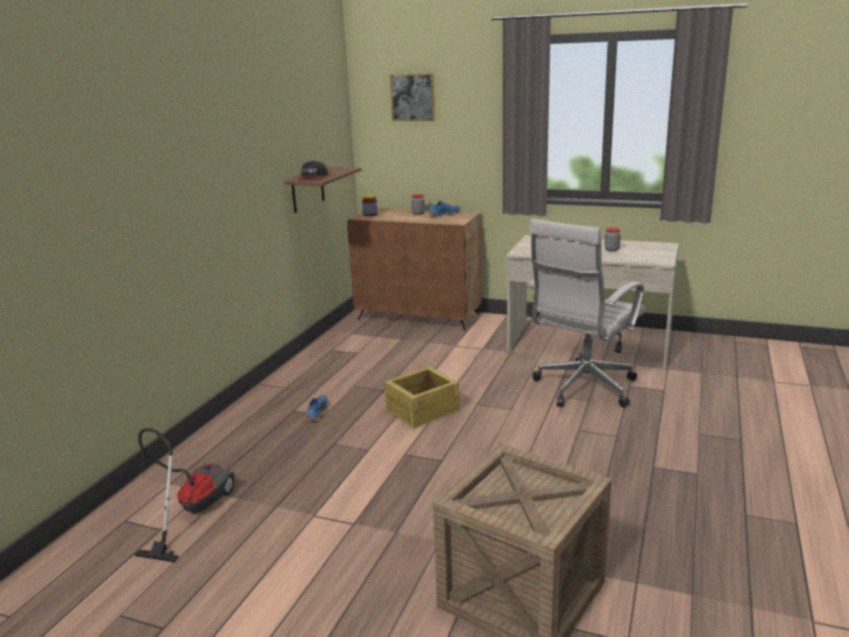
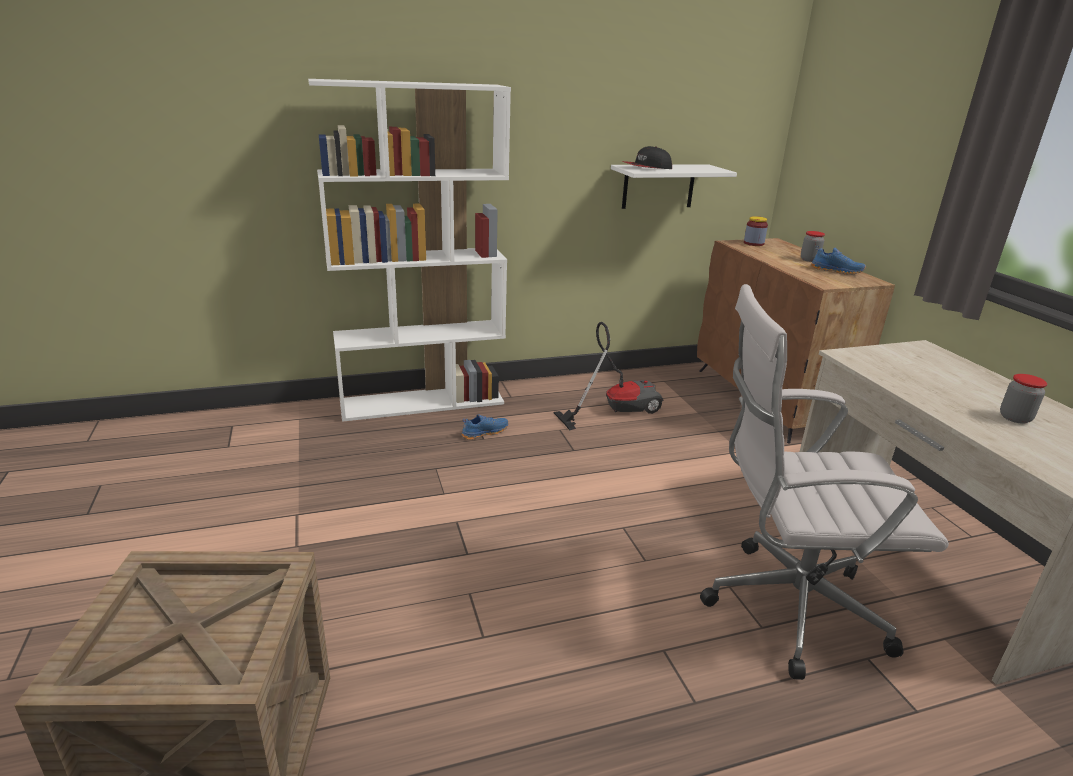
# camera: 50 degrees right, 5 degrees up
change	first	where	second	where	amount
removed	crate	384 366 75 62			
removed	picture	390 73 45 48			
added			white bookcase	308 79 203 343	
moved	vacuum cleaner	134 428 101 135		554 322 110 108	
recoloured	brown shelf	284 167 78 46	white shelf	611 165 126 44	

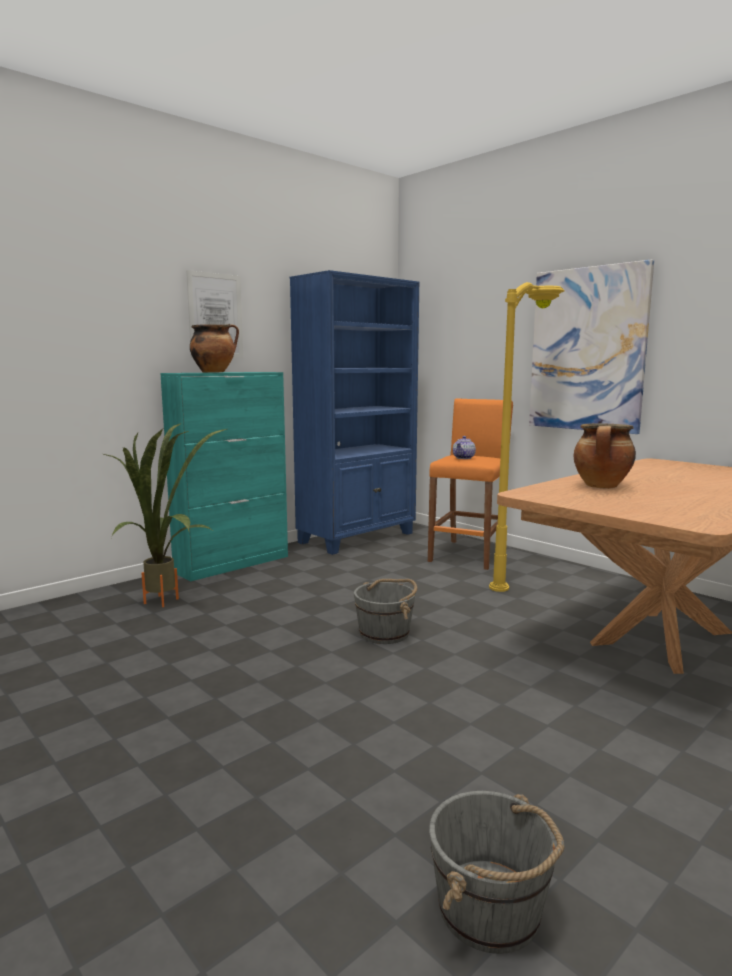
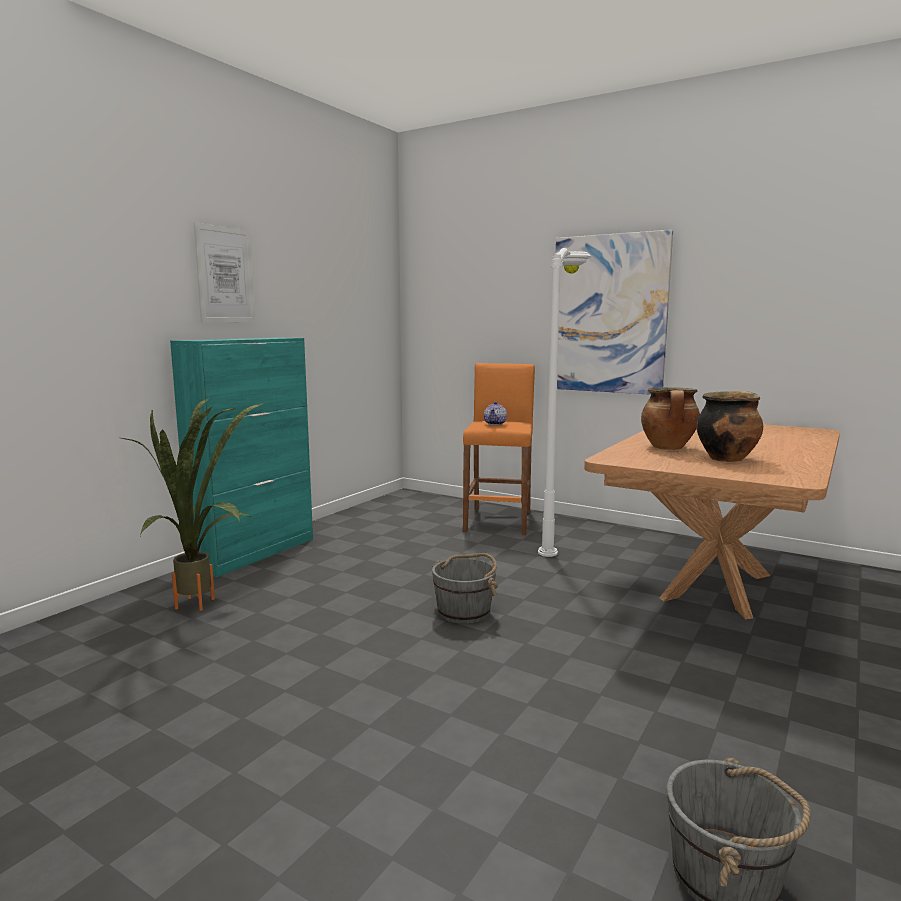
# camera: 15 degrees left, 0 degrees up
change	first	where	second	where	amount
removed	blue bookcase	290 270 129 285			
moved	cooking pot	190 324 49 48		697 391 66 71	
recoloured	yellow floor lamp	489 282 76 310	white floor lamp	538 248 54 309	

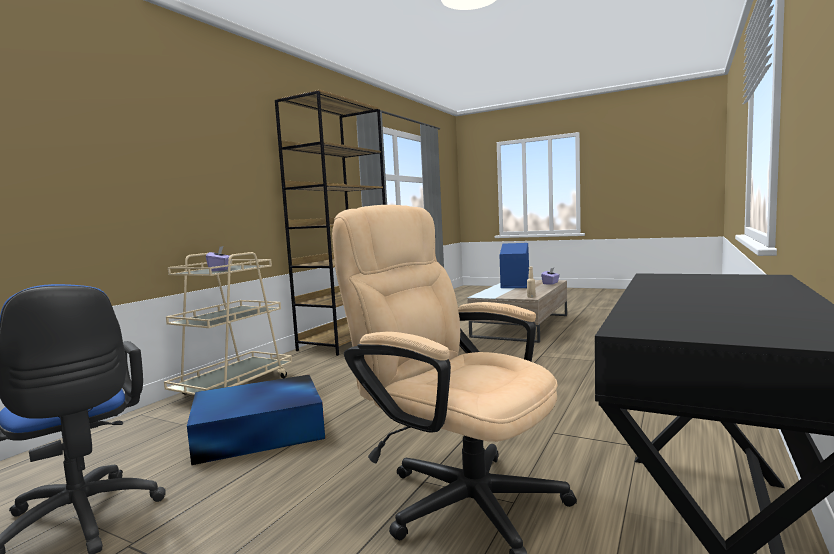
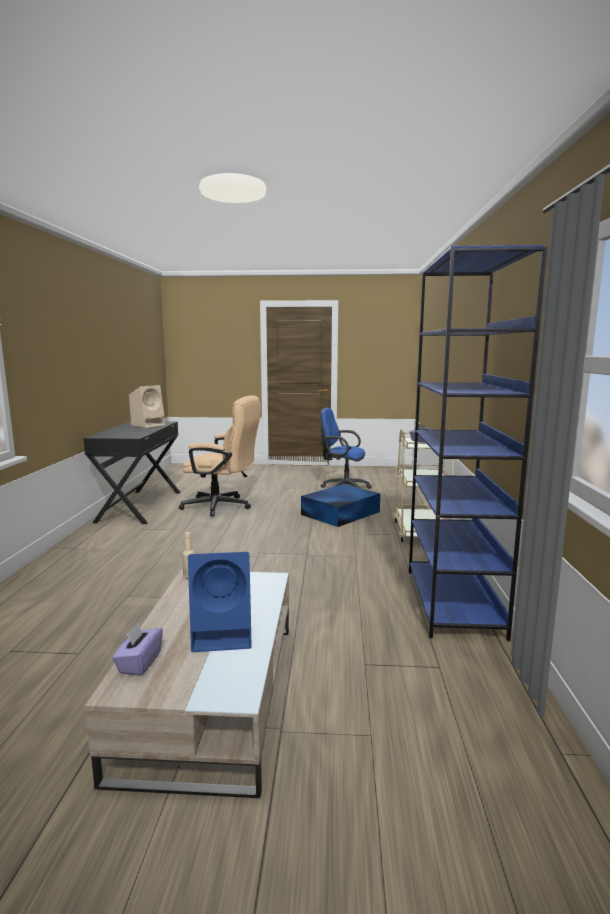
# camera: 155 degrees right, 5 degrees up
change	first	where	second	where	amount
added			beige speaker	129 385 37 43	
recoloured	brown bookcase	275 90 111 266	blue bookcase	409 245 138 396	

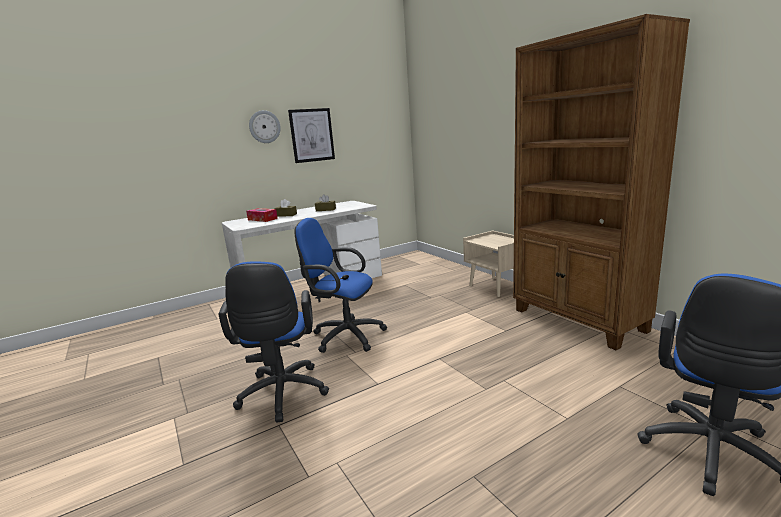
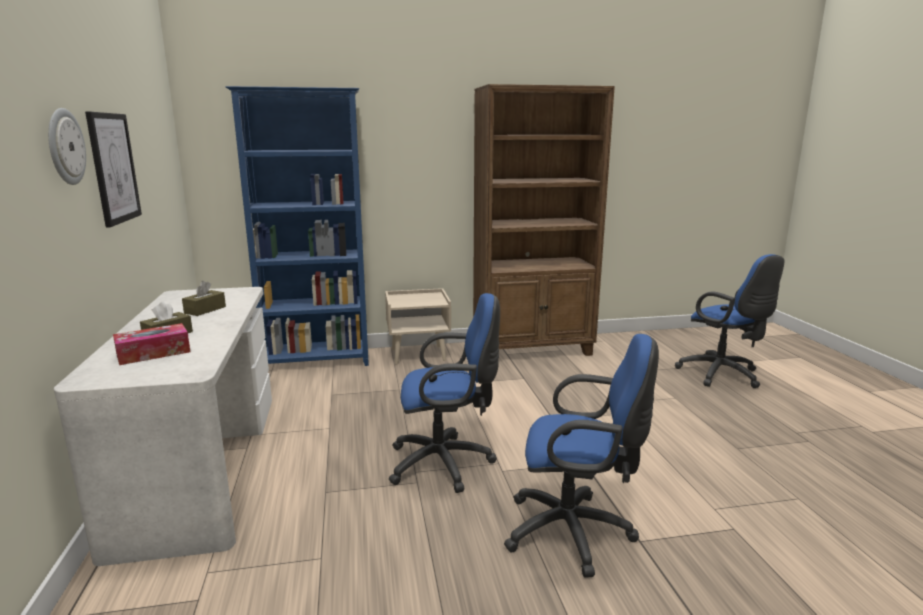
# camera: 70 degrees left, 0 degrees up
change	first	where	second	where	amount
added			blue bookcase	225 86 144 280	
turned	blue office chair	294 218 93 135		389 293 111 200	135 degrees counterclockwise

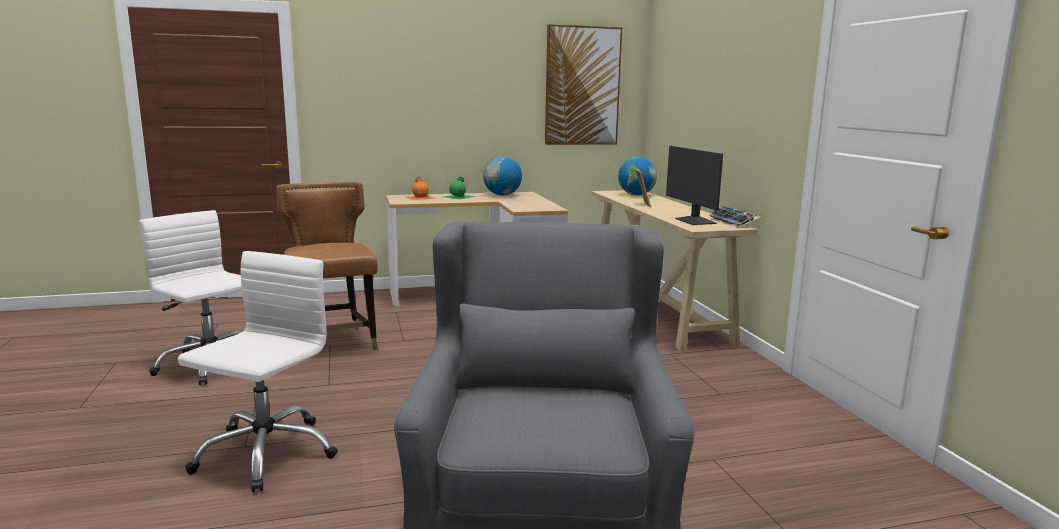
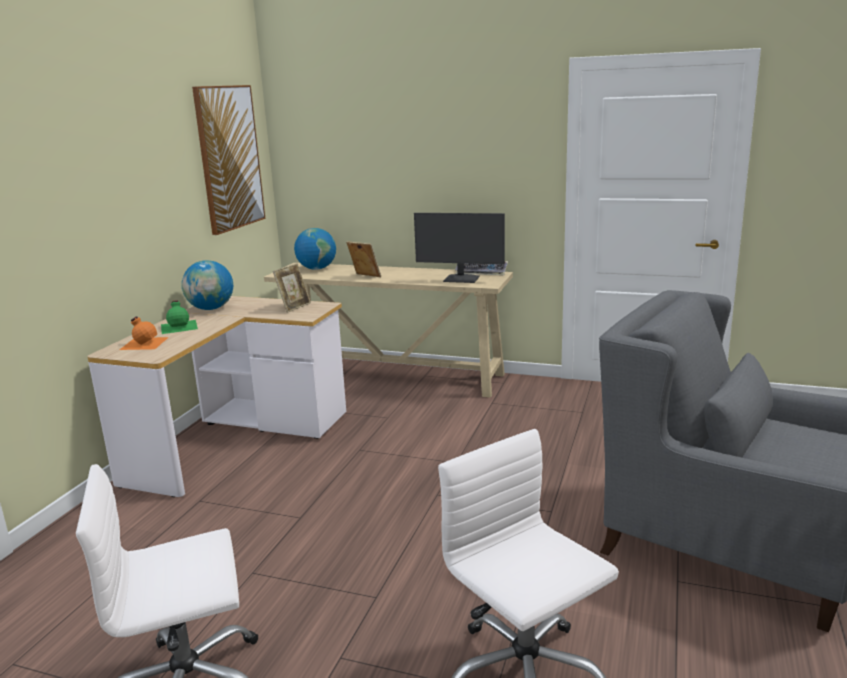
# camera: 55 degrees left, 5 degrees up
change	first	where	second	where	amount
removed	brown chair	277 182 101 168			
added			picture frame	273 263 38 50	

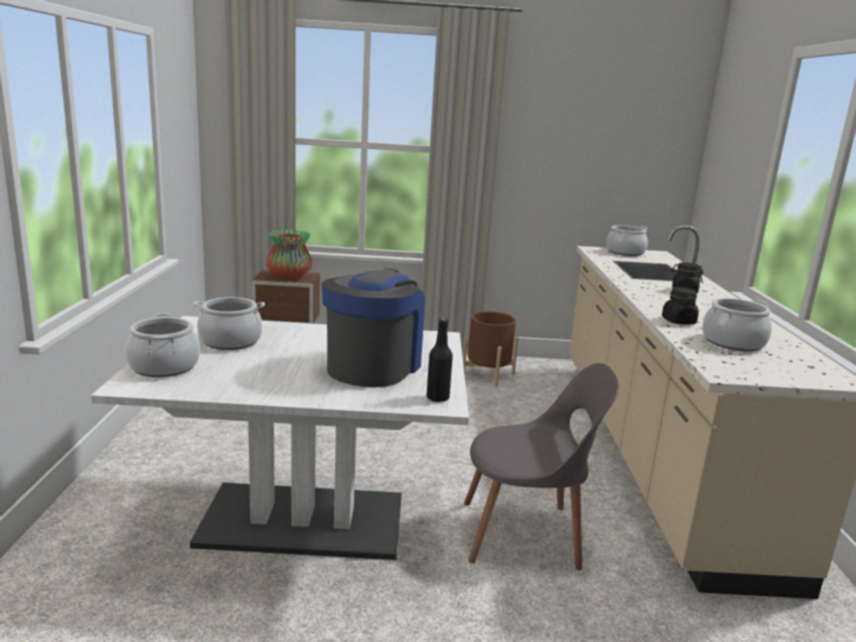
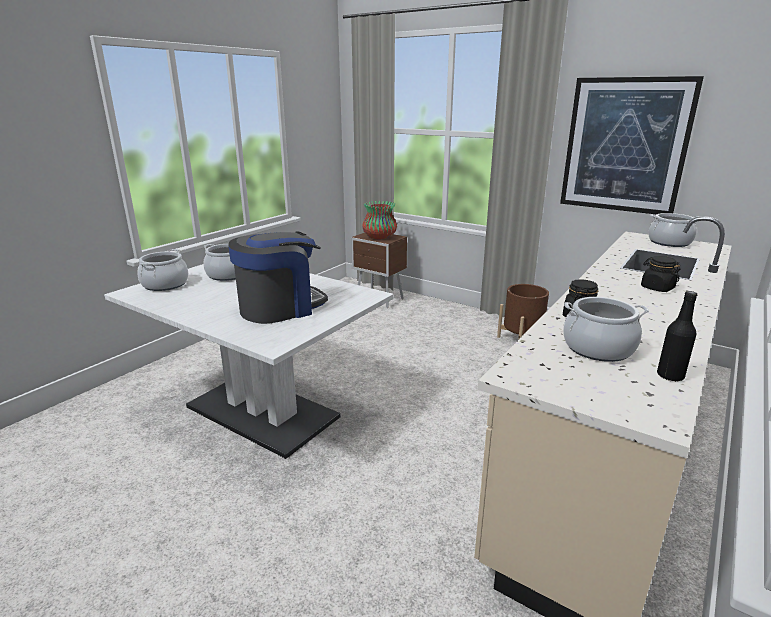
# camera: 35 degrees right, 5 degrees up
change	first	where	second	where	amount
removed	grey chair	464 363 155 207			
added			picture	560 76 144 139	
moved	black bottle	427 318 26 84		657 291 40 91	

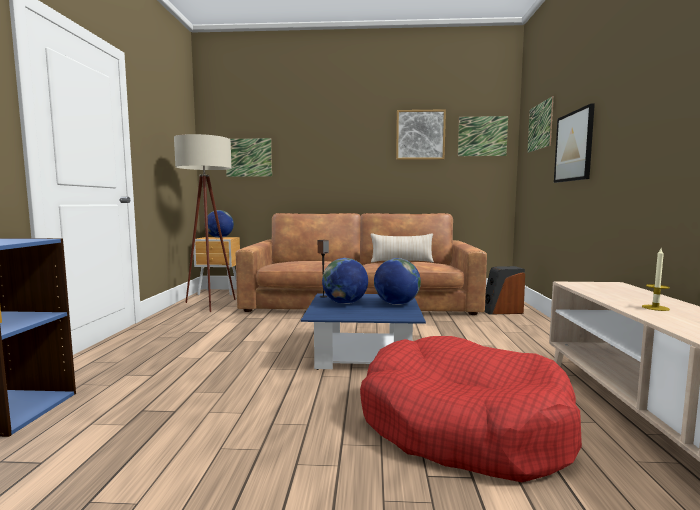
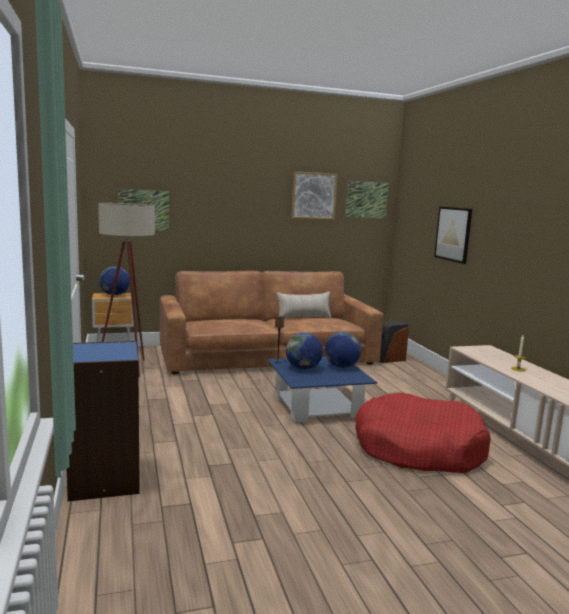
# camera: 20 degrees left, 5 degrees up
change	first	where	second	where	amount
removed	picture	527 96 27 57			

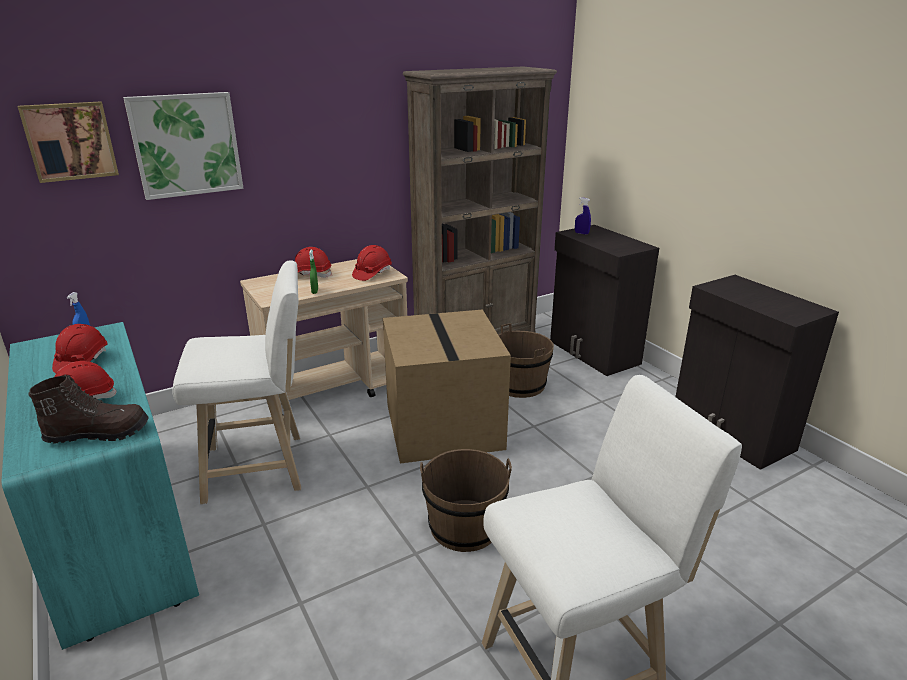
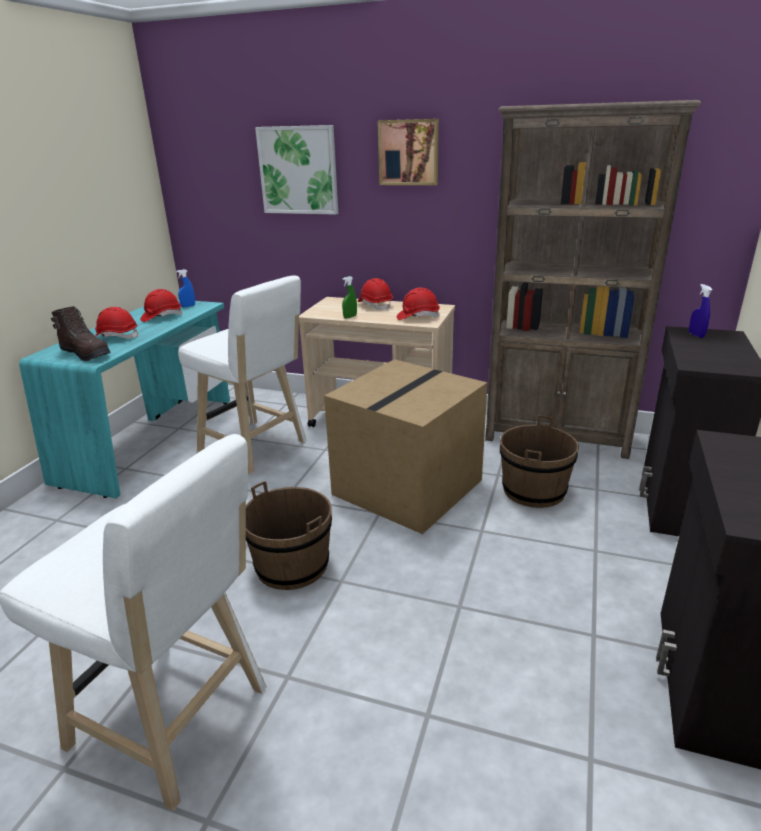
# camera: 50 degrees right, 0 degrees up
change	first	where	second	where	amount
moved	picture	18 101 101 82		378 119 61 66	

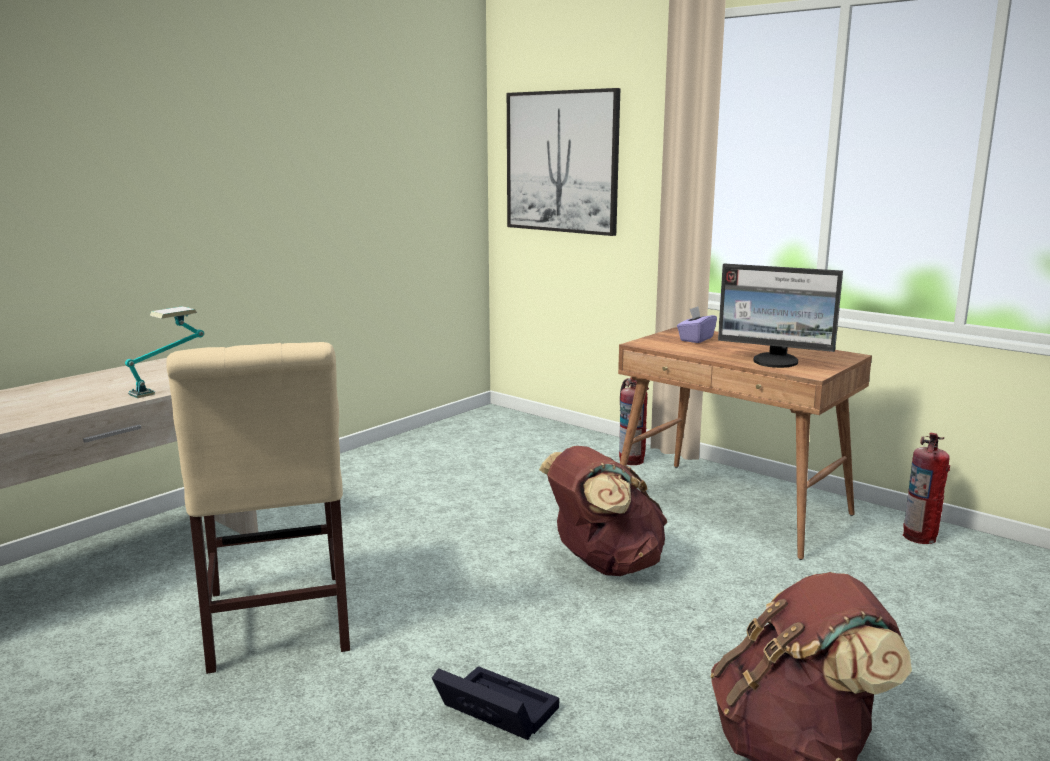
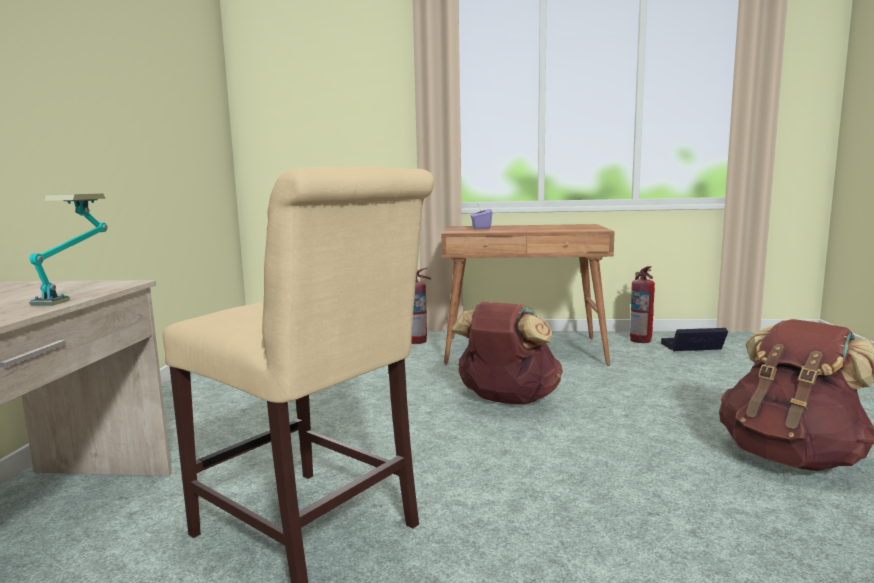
# camera: 35 degrees left, 5 degrees down
change	first	where	second	where	amount
removed	picture	507 88 113 148			
removed	monitor	718 264 125 104			
moved	black storage box	432 666 127 74		661 328 67 23	

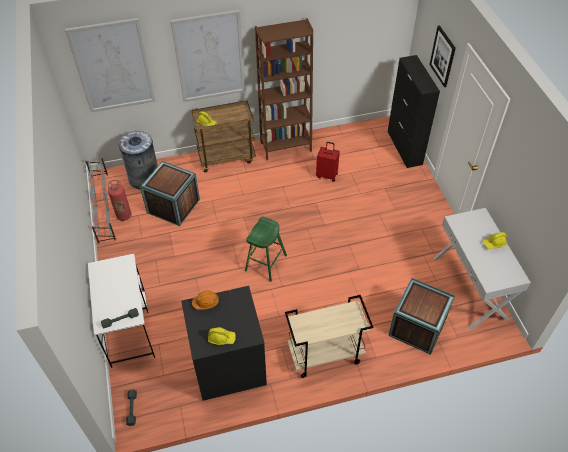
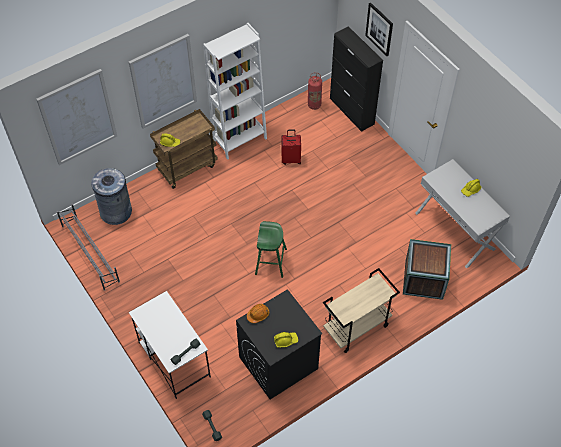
# camera: 20 degrees left, 5 degrees up
change	first	where	second	where	amount
removed	crate	140 161 60 65			
moved	fire extinguisher	108 180 23 41		308 72 14 38	
recoloured	brown bookcase	255 18 58 142	white bookcase	203 23 64 137	

